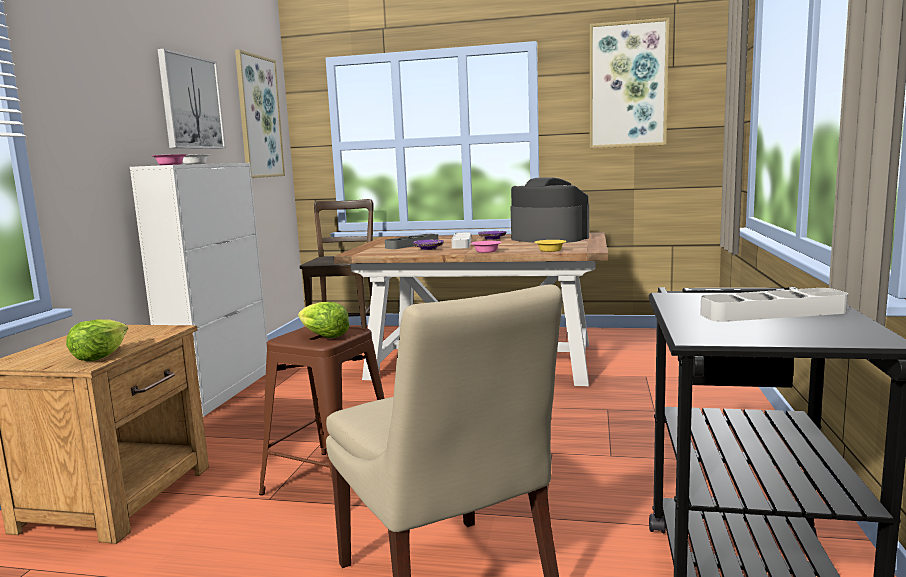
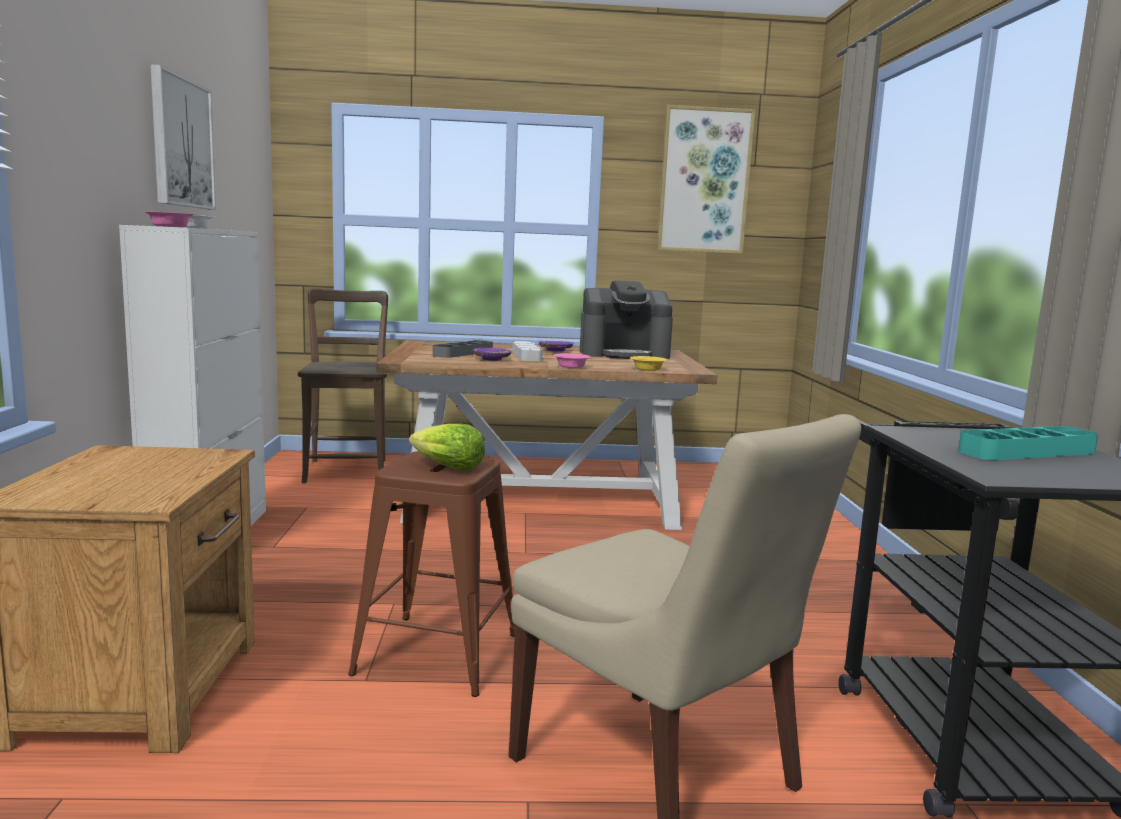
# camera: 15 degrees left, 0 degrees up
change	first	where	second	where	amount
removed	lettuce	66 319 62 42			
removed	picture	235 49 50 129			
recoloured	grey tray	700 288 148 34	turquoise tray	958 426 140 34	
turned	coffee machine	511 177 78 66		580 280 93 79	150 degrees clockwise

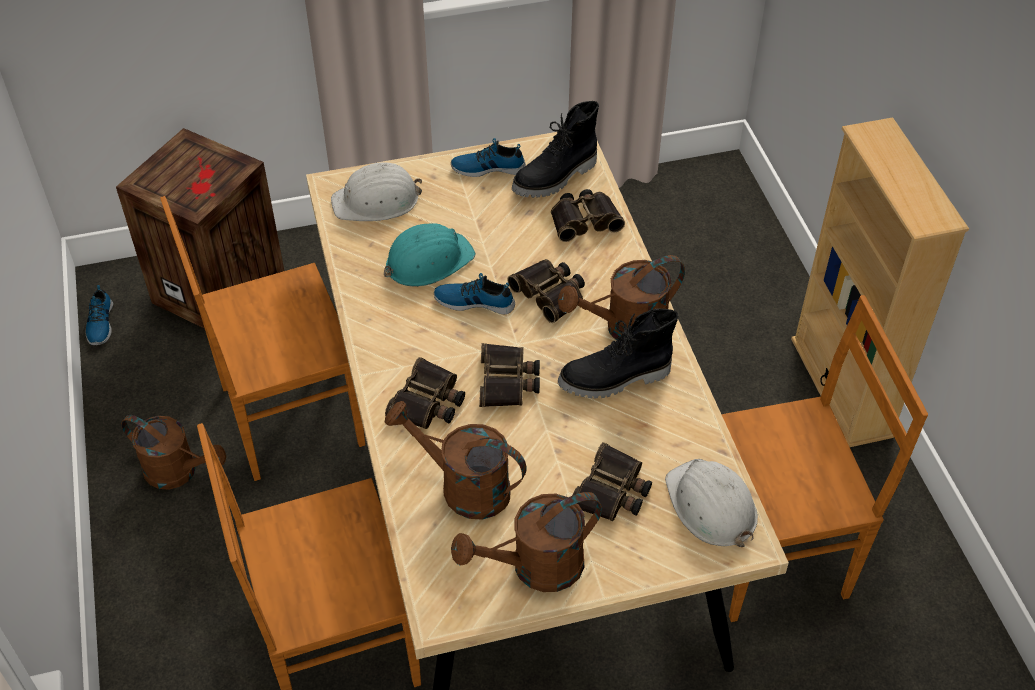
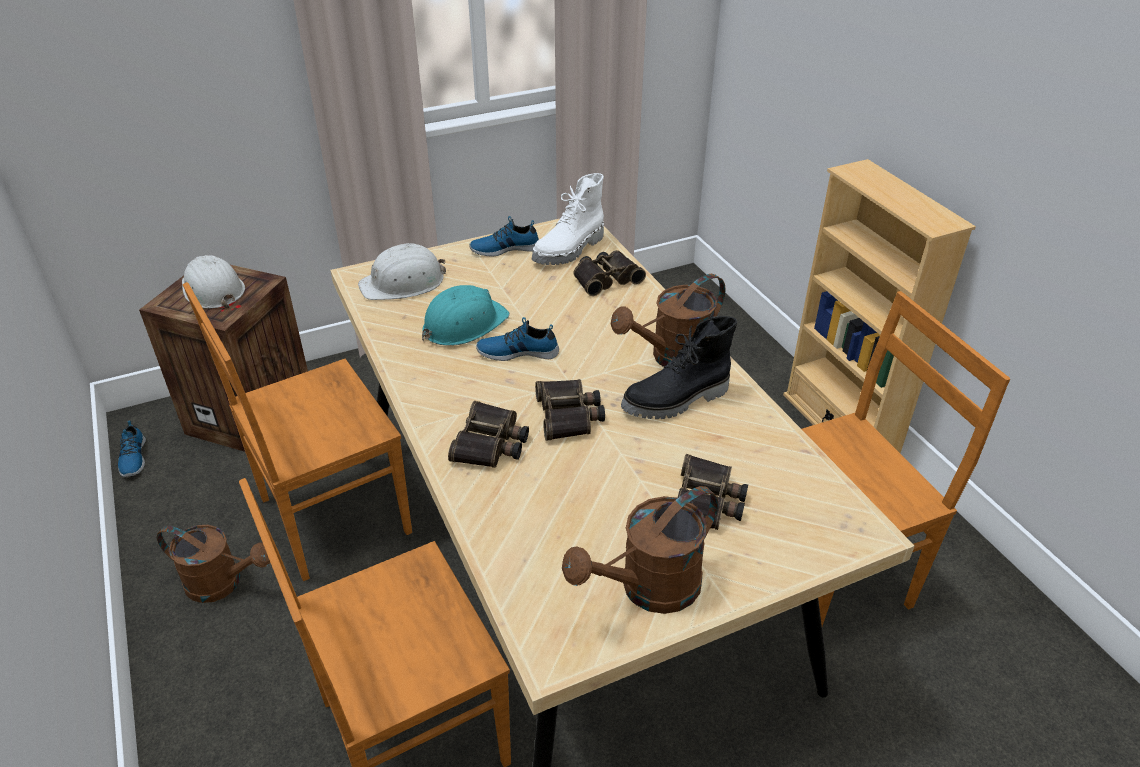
# camera: 10 degrees left, 10 degrees down
change	first	where	second	where	amount
removed	brown watering can	385 401 142 118			
removed	binoculars	507 259 78 64			
moved	white hard hat	665 459 93 88		182 255 63 53	
recoloured	black boot	512 101 87 97	white boot	532 173 72 92	

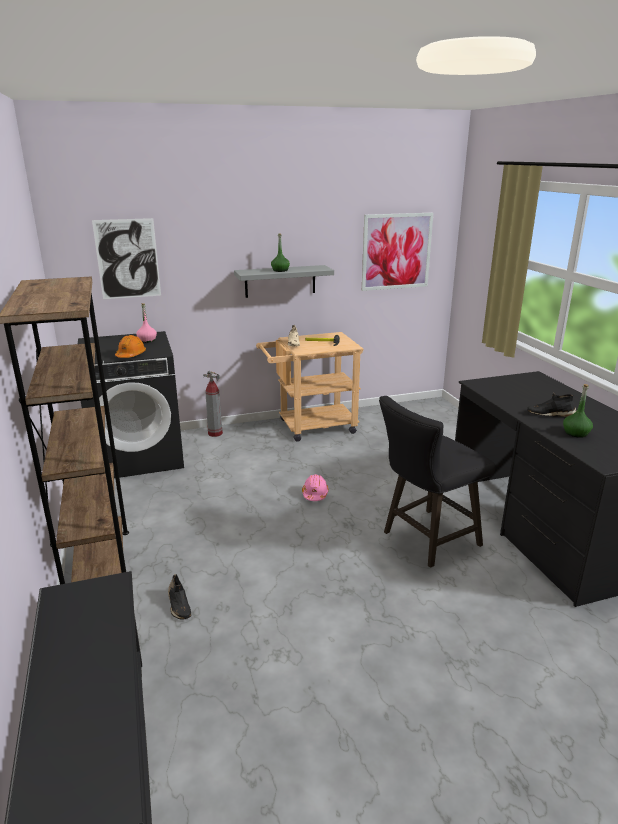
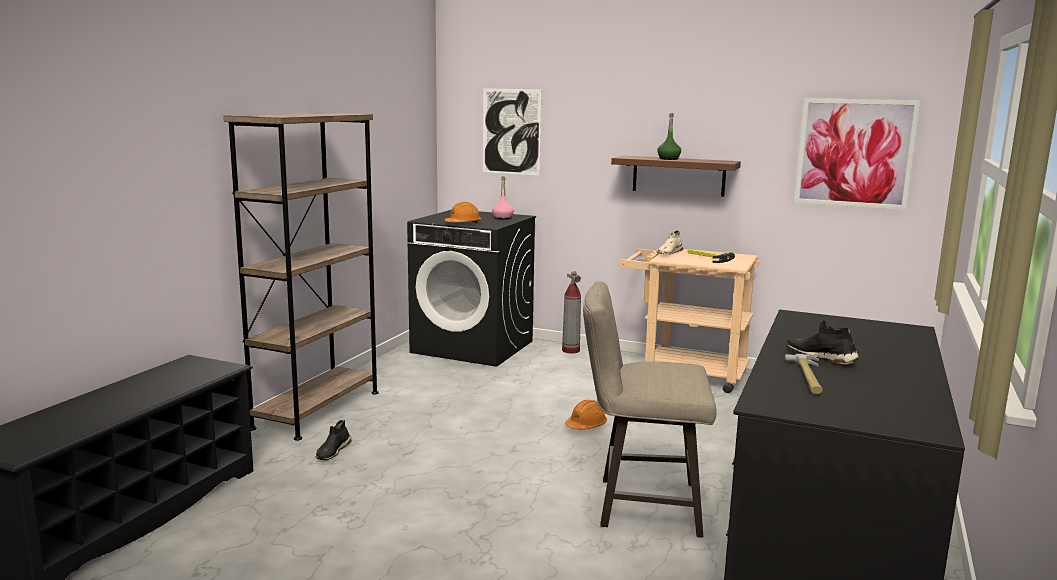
# camera: 40 degrees right, 10 degrees down
change	first	where	second	where	amount
replaced	green bottle	563 384 30 54	hammer	785 354 38 40	
recoloured	grey shelf	234 265 100 33	brown shelf	611 155 130 42	
recoloured	pink hard hat	302 474 27 27	orange hard hat	565 400 42 30	
recoloured	black stool	379 396 116 172	beige stool	583 281 134 257	

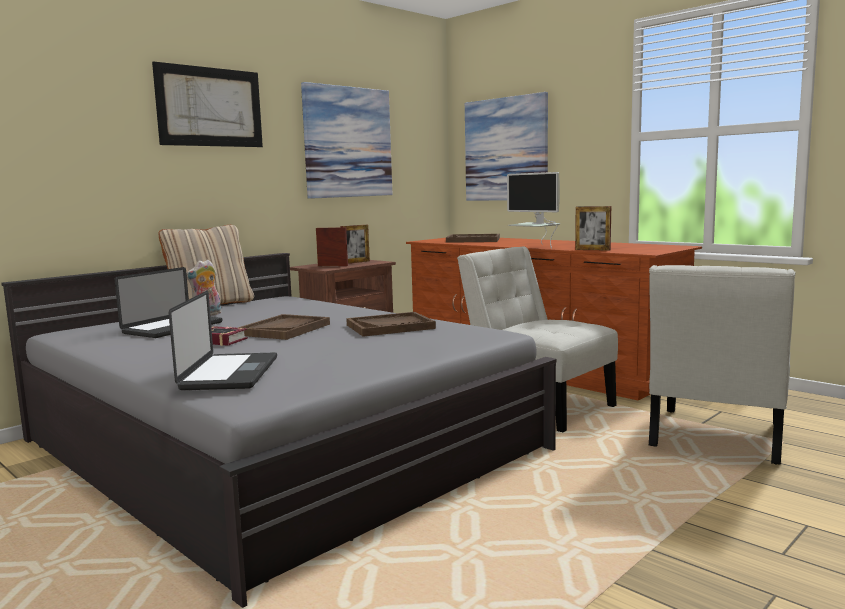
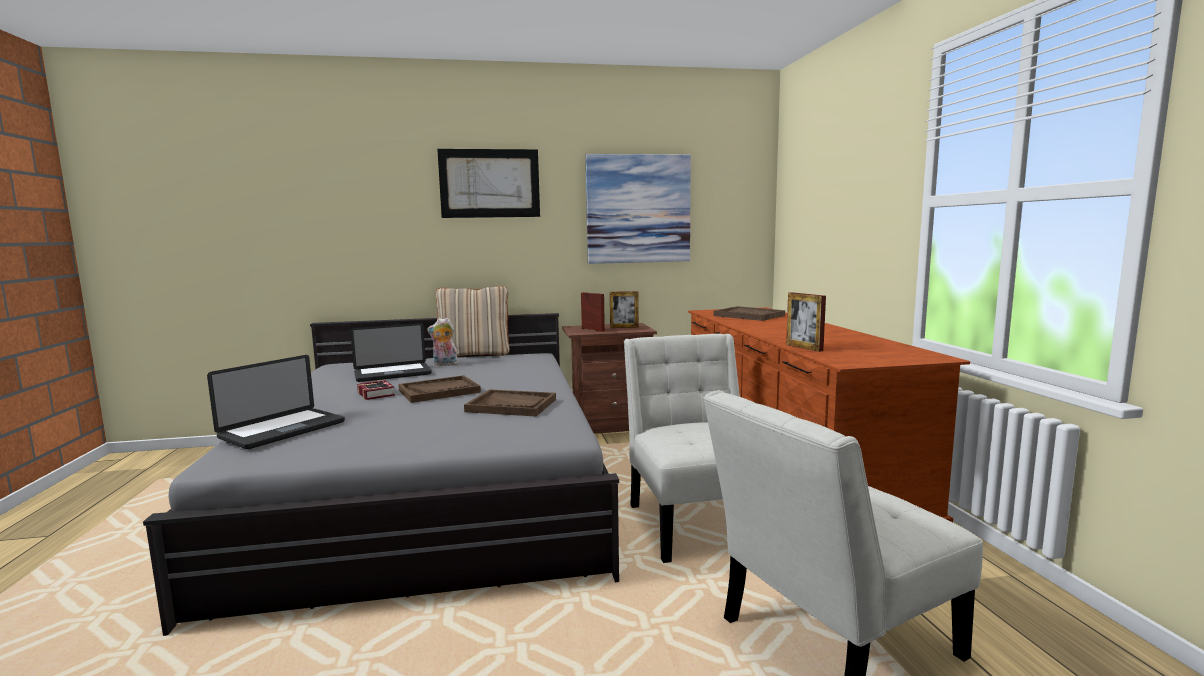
# camera: 35 degrees right, 0 degrees up
change	first	where	second	where	amount
removed	picture	465 92 83 109			
removed	monitor	507 172 53 77			

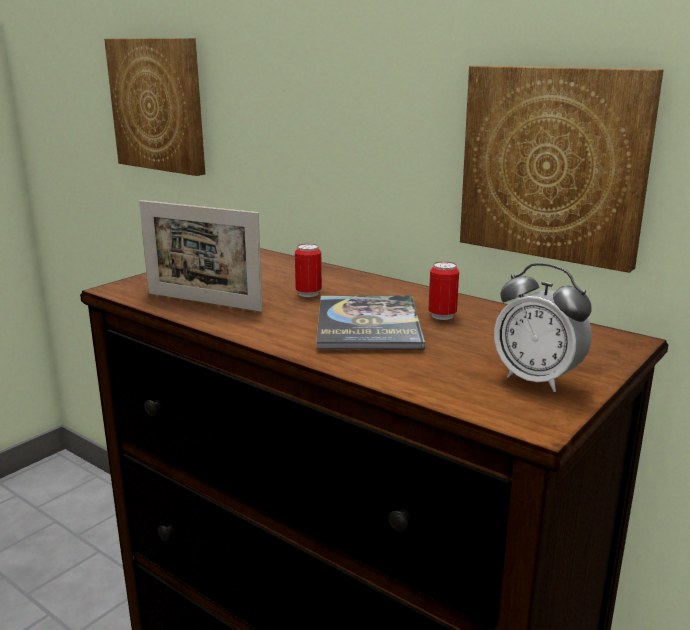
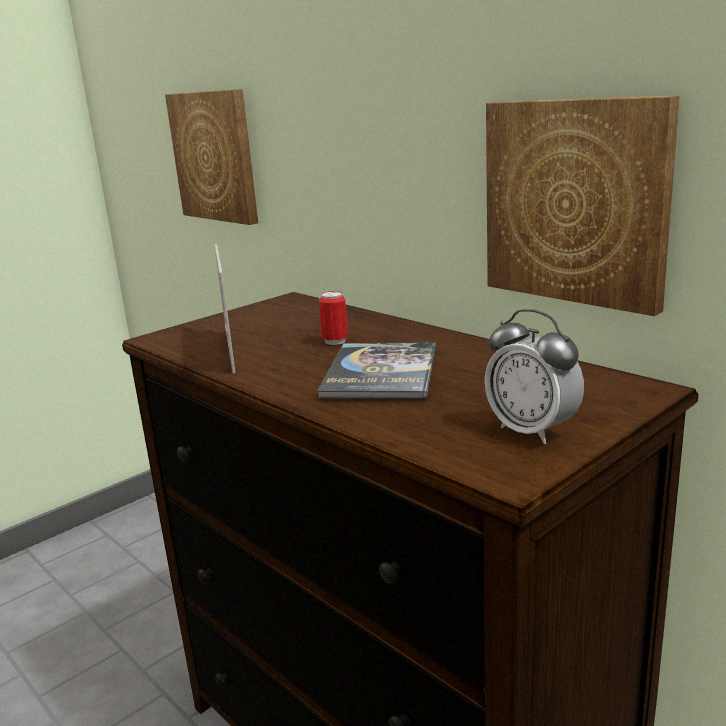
# camera: 10 degrees right, 0 degrees up
change	first	where	second	where	amount
removed	can	429 262 30 58			
turned	picture frame	139 200 124 112		214 244 21 130	45 degrees clockwise

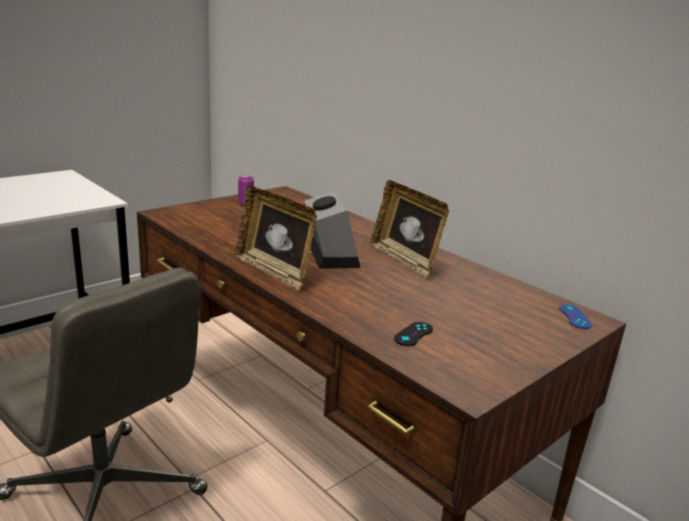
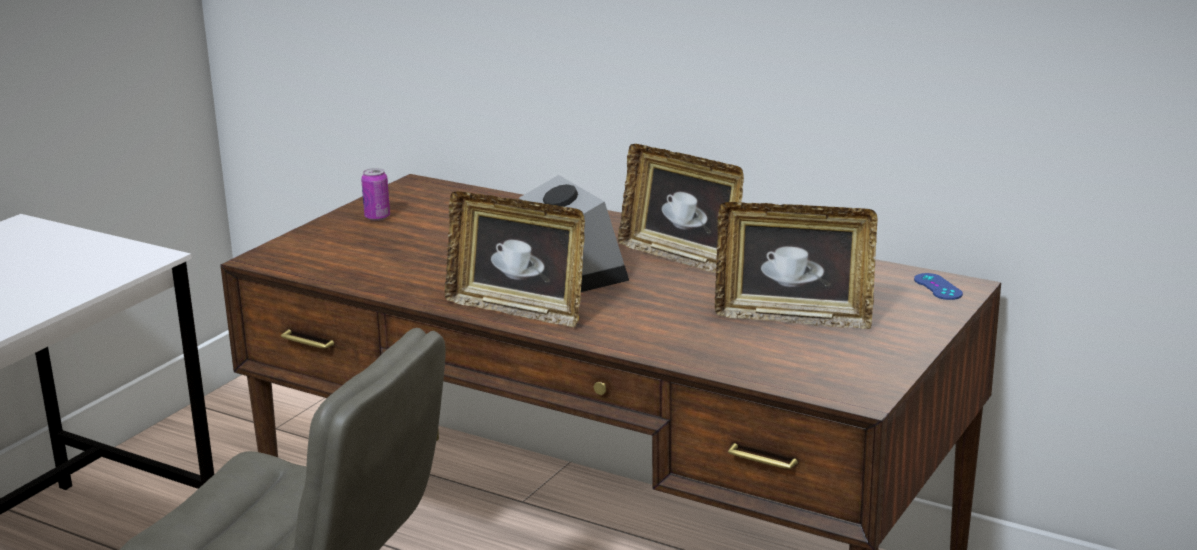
# camera: 15 degrees left, 0 degrees up
change	first	where	second	where	amount
removed	black game controller	394 322 39 24			
added			picture frame	715 202 163 127	

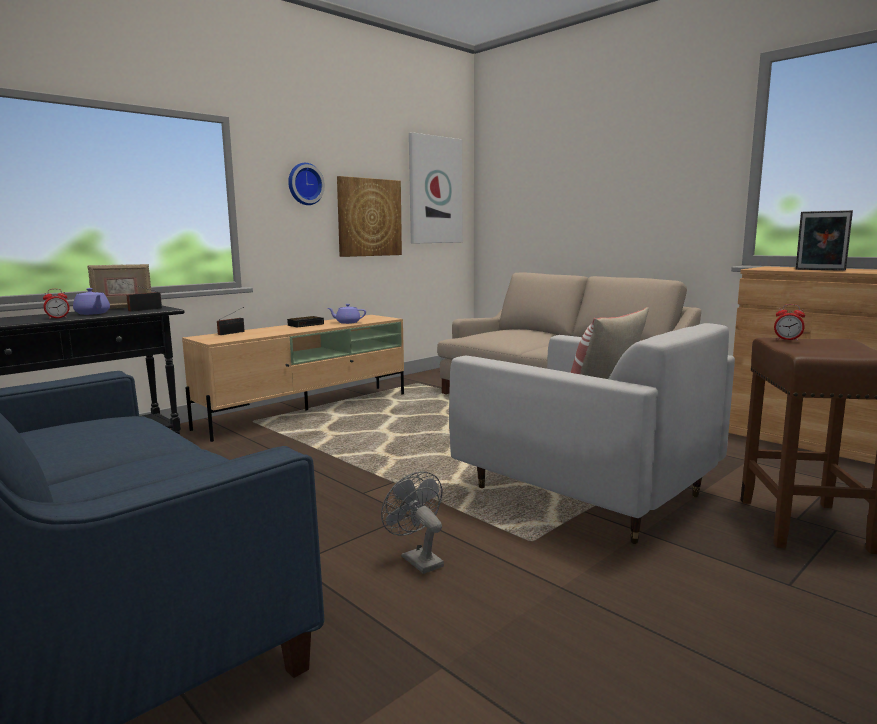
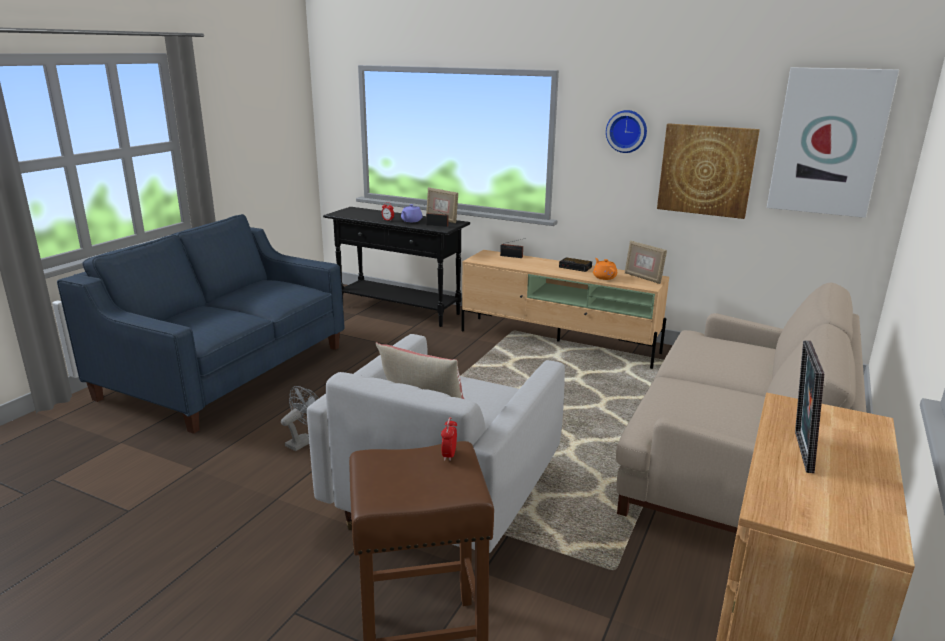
# camera: 70 degrees right, 10 degrees up
change	first	where	second	where	amount
added			picture frame	625 240 42 44	
recoloured	purple teapot	328 304 38 20	orange teapot	593 258 24 22	

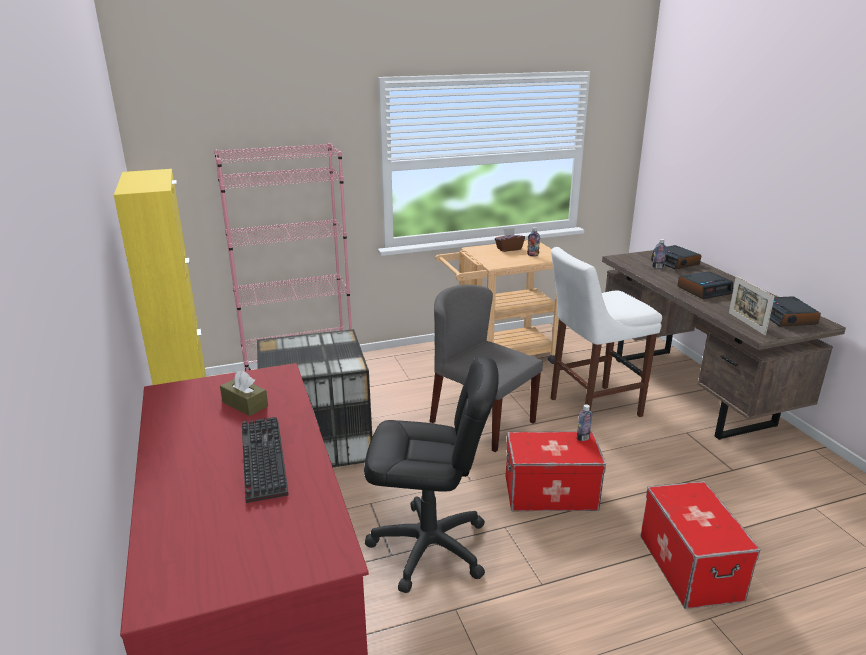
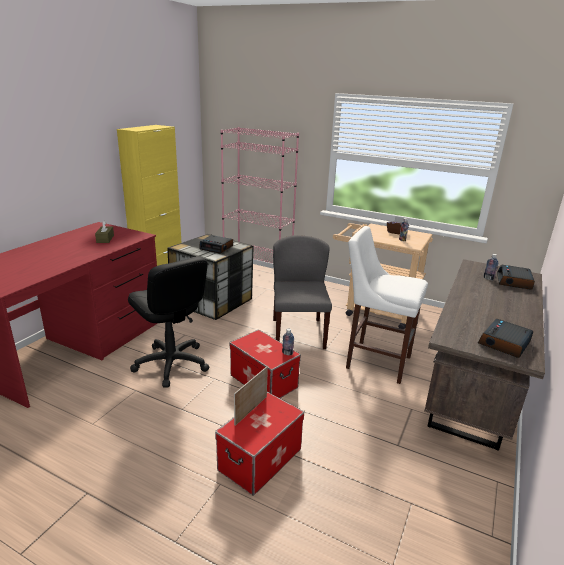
# camera: 45 degrees right, 0 degrees up
change	first	where	second	where	amount
removed	keyboard	242 417 47 86			
moved	alarm clock	678 271 55 28		199 235 34 19	
moved	picture frame	729 276 46 60		234 366 34 60	

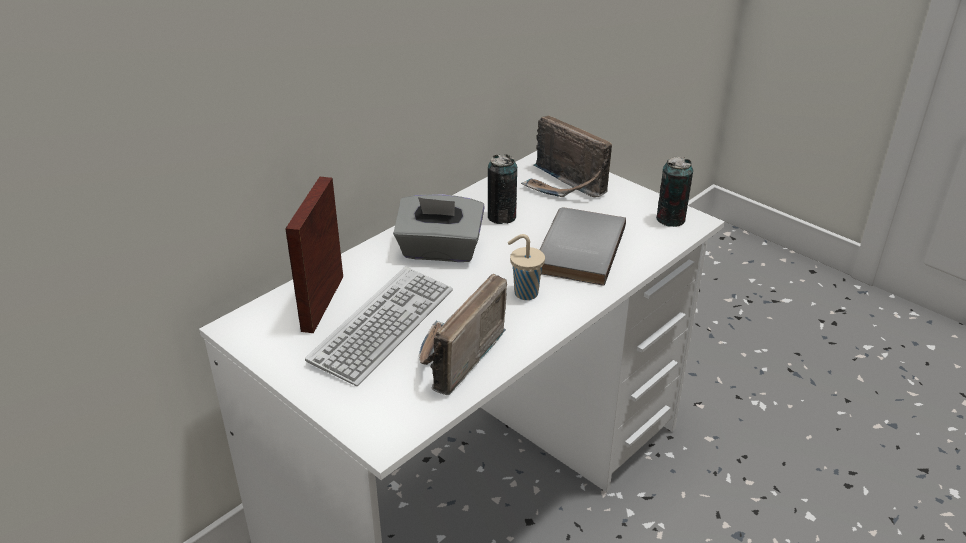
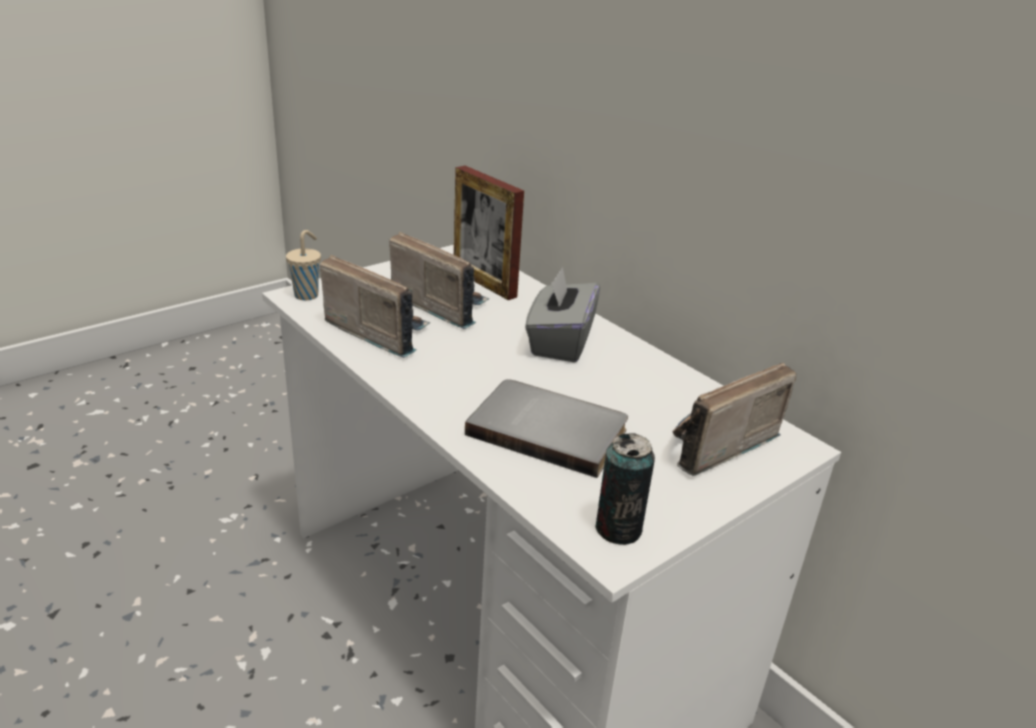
# camera: 95 degrees right, 5 degrees down
change	first	where	second	where	amount
removed	can	488 154 29 70			
moved	beige cup	508 234 37 66		286 230 35 70	
replaced	keyboard	305 267 148 119	radio	389 232 101 97	
turned	picture frame	285 177 58 156		454 166 70 134	150 degrees counterclockwise

